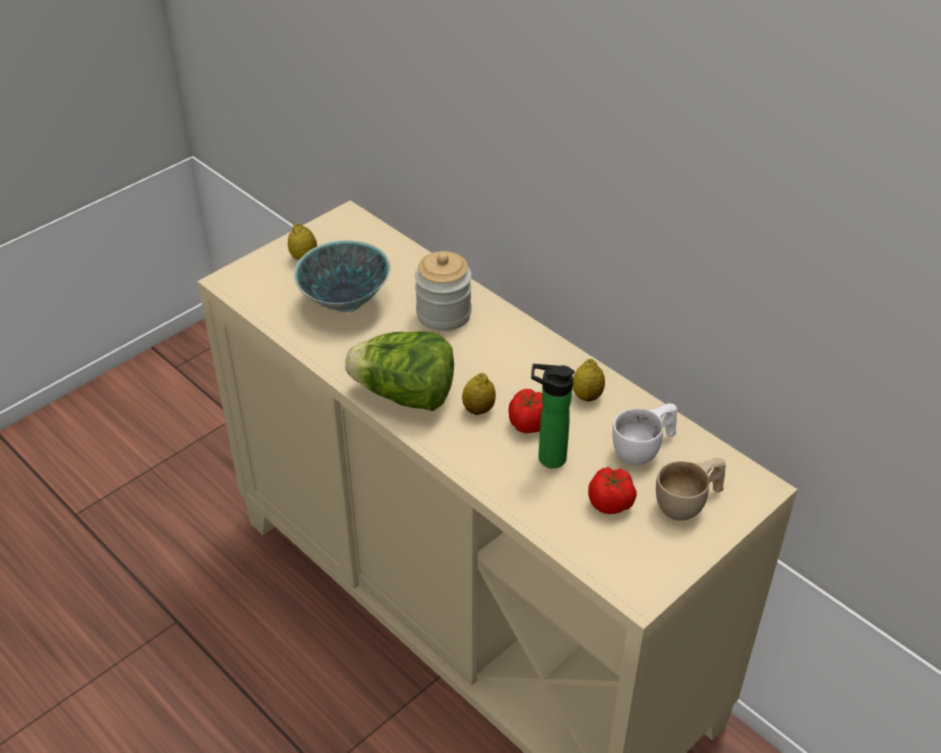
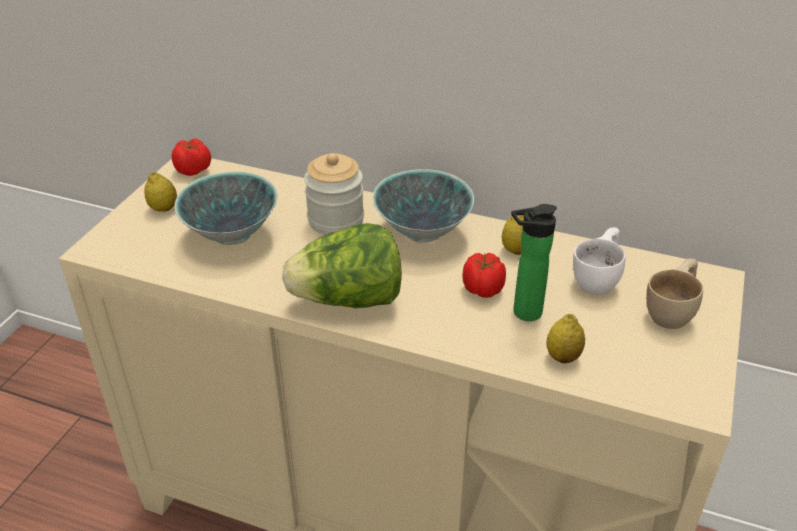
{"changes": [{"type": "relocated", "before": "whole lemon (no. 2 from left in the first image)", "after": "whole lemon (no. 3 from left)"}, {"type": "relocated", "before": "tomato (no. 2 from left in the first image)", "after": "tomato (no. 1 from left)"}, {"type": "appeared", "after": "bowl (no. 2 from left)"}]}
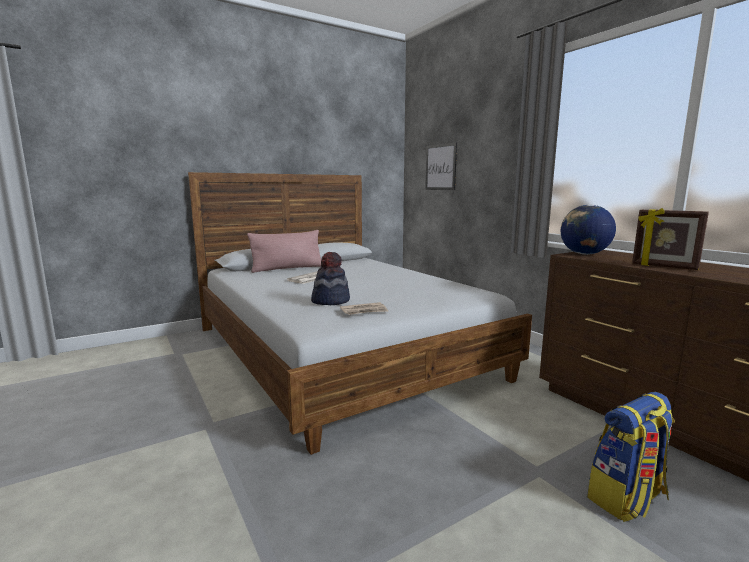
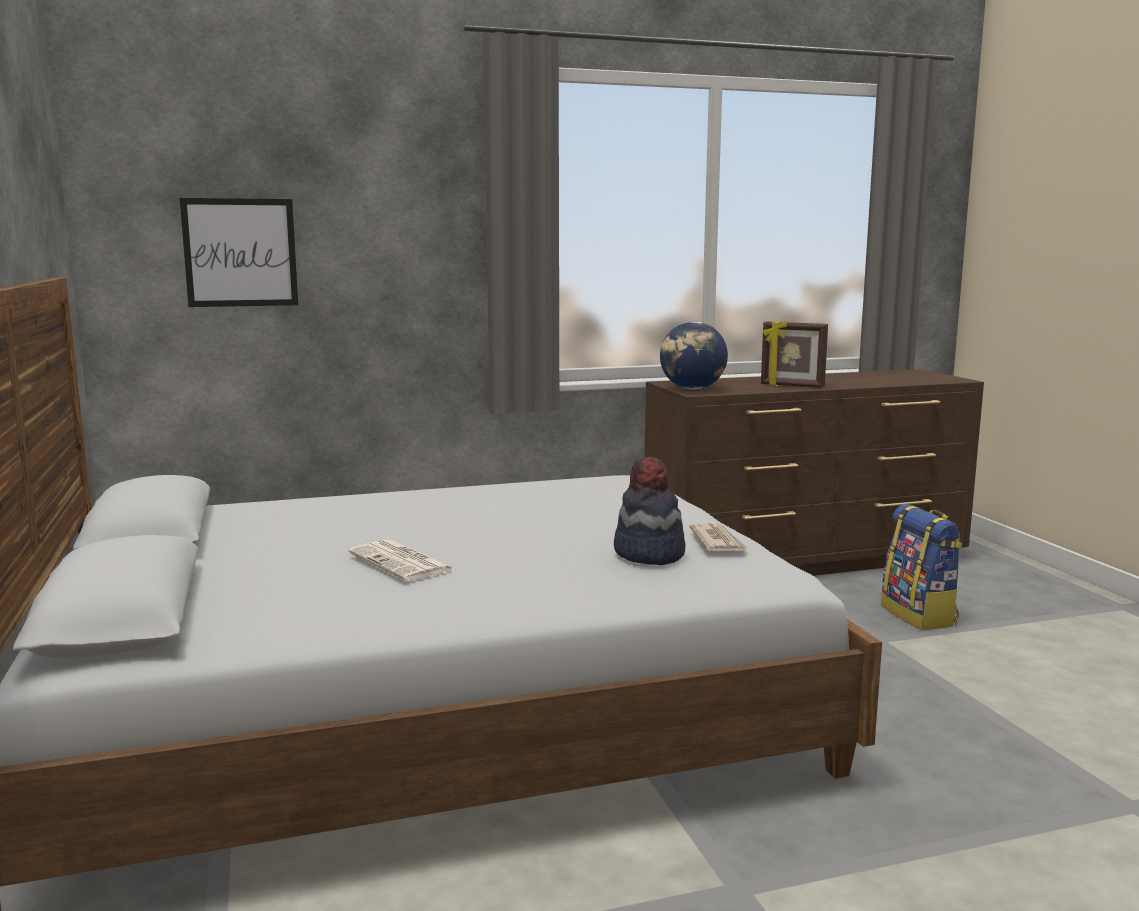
{"changes": [{"type": "missing", "before": "pillow/pink"}, {"type": "spun", "before": "photo frame", "turn": 60}]}
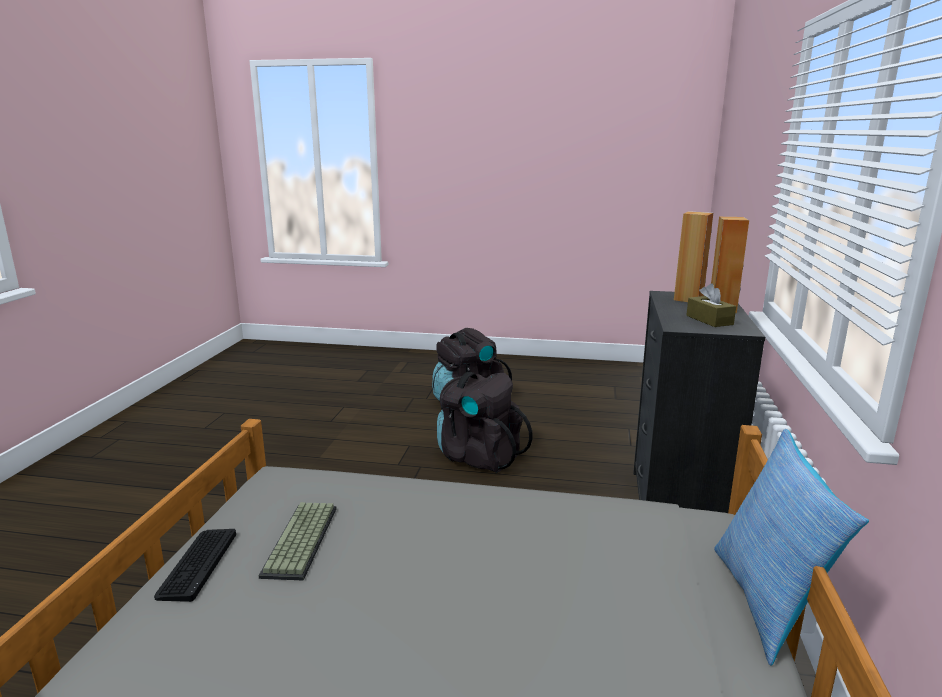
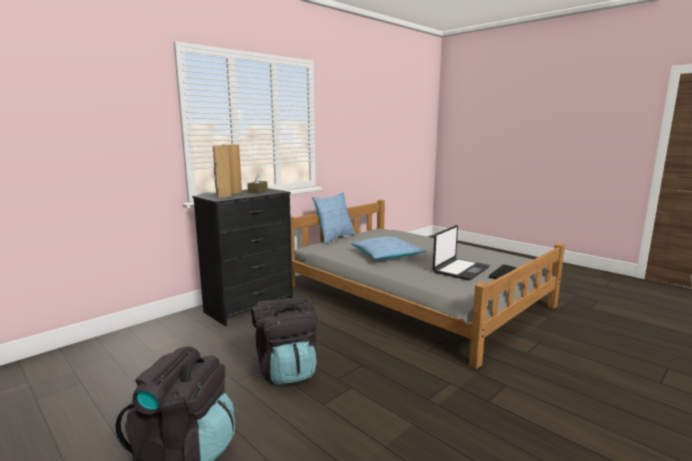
{"changes": [{"type": "exchanged", "before": "PC keyboard (no. 2 from left)", "after": "notebook computer"}, {"type": "appeared", "after": "pillow (no. 2 from left)"}]}
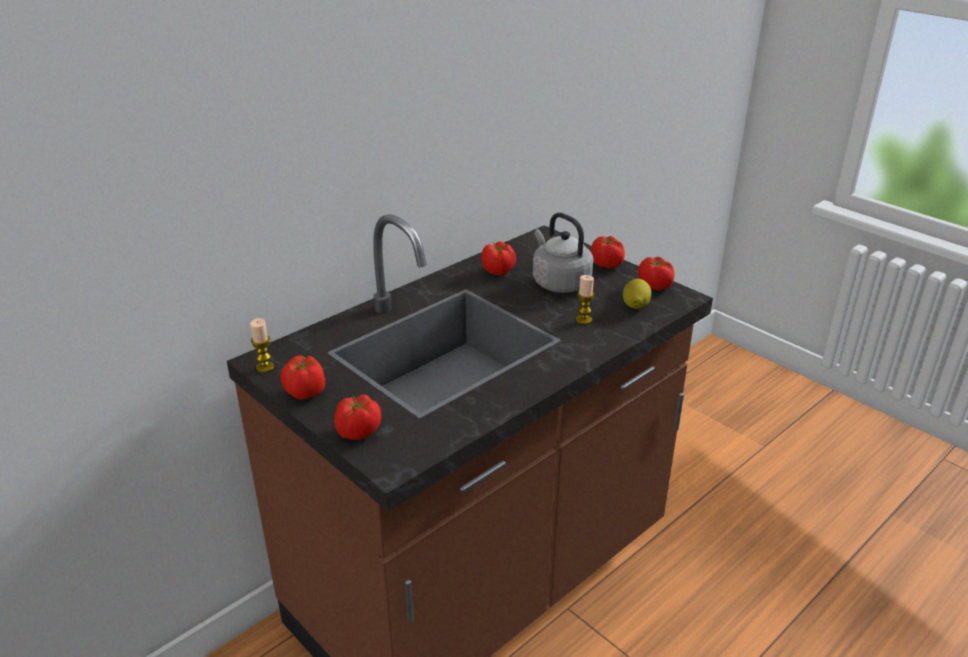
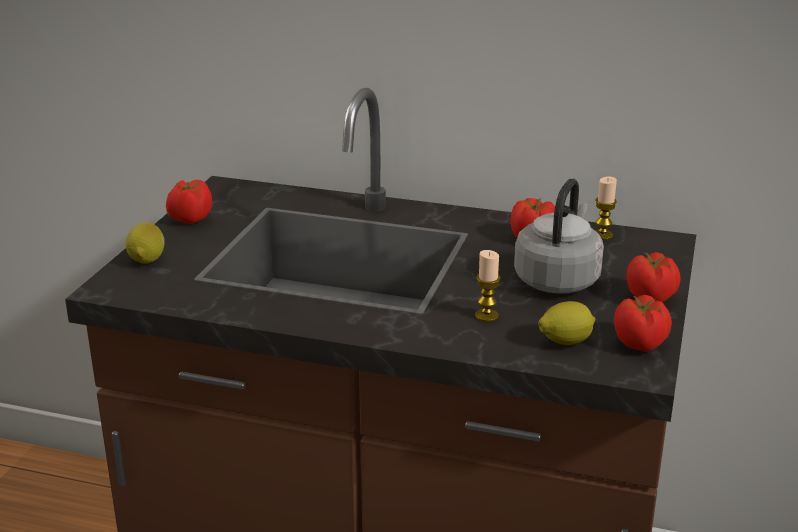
{"changes": [{"type": "relocated", "before": "wax candle (no. 1 from left in the first image)", "after": "wax candle (no. 2 from left)"}, {"type": "exchanged", "before": "tomato (no. 2 from left)", "after": "whole lemon (no. 1 from left)"}]}
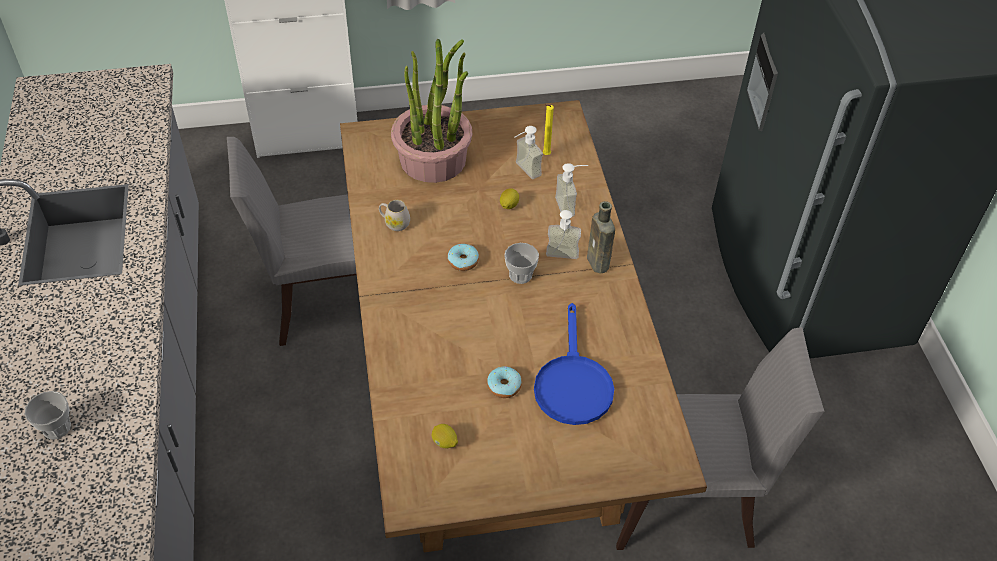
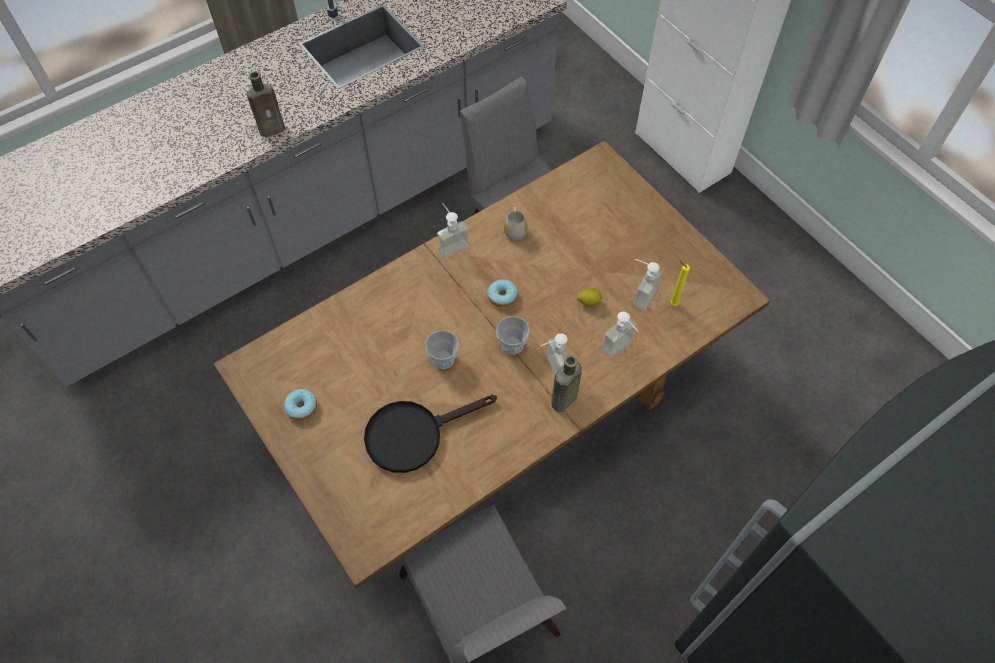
{"changes": [{"type": "relocated", "before": "cup (no. 1 from left)"}, {"type": "missing", "before": "potted plant"}, {"type": "missing", "before": "whole lemon (no. 1 from left)"}, {"type": "relocated", "before": "donut (no. 2 from left in the first image)", "after": "donut (no. 1 from left)"}, {"type": "colour", "before": "pan/blue-coloured", "after": "pan/black"}, {"type": "appeared", "after": "drink bottle/brown-coloured (no. 1 from left)"}, {"type": "appeared", "after": "liquid soap bottle (no. 1 from left)"}]}
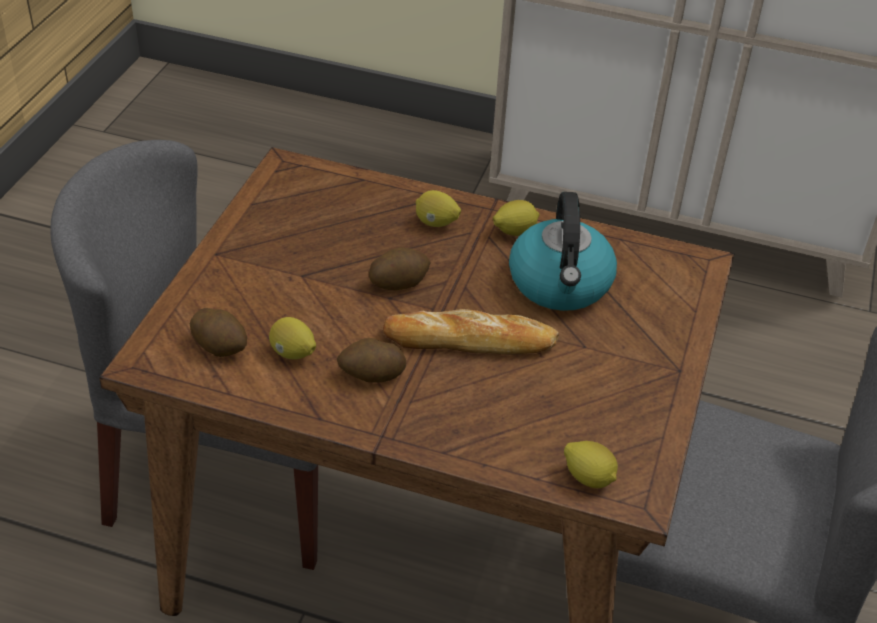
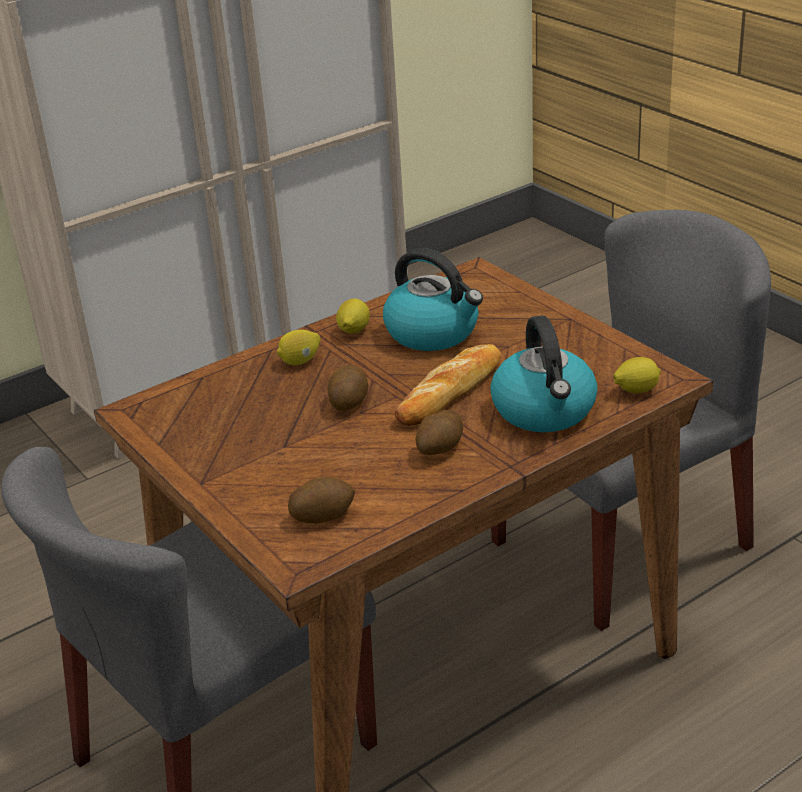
{"changes": [{"type": "missing", "before": "whole lemon (no. 1 from left)"}, {"type": "appeared", "after": "kettle (no. 2 from left)"}]}
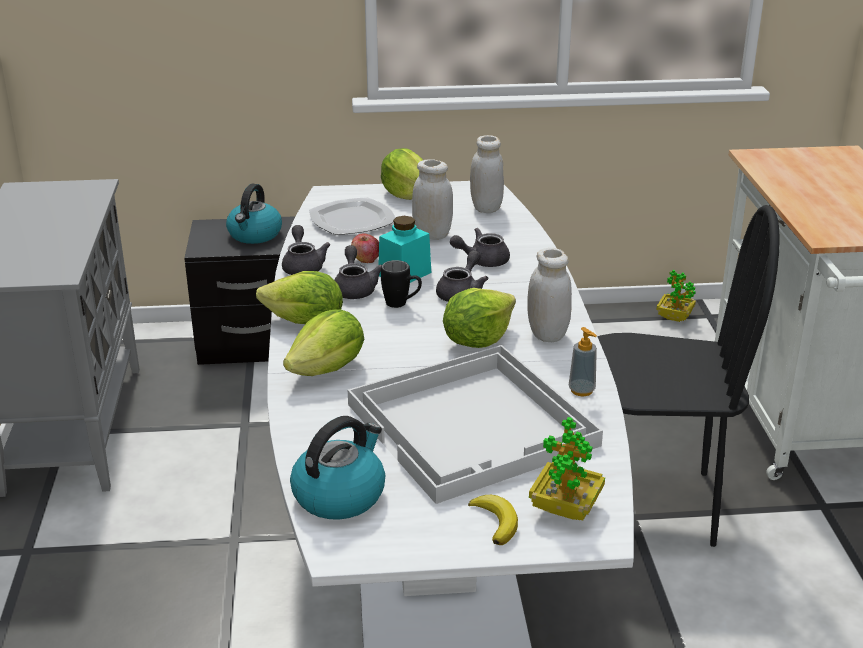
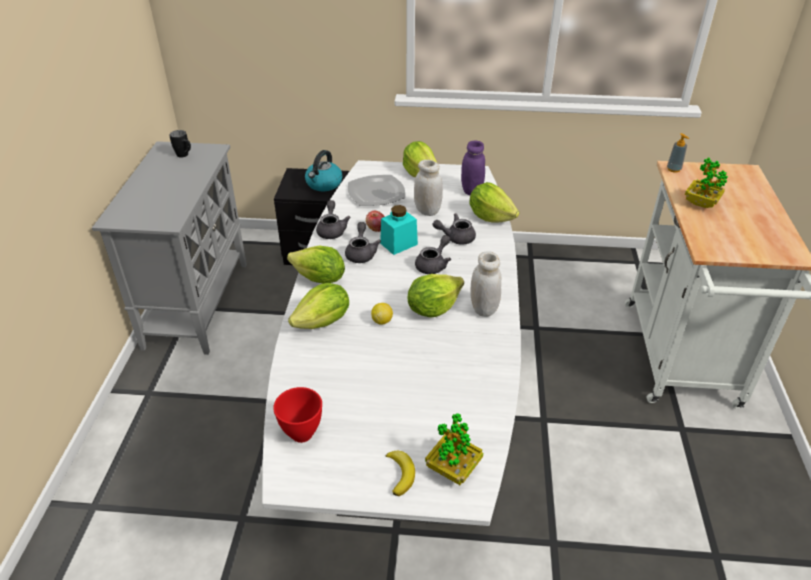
{"changes": [{"type": "exchanged", "before": "kettle (no. 2 from left)", "after": "bowl/red"}, {"type": "missing", "before": "serving tray/white"}, {"type": "relocated", "before": "tea mug/black"}, {"type": "colour", "before": "storage jar/white (no. 2 from left)", "after": "storage jar/purple-coloured"}, {"type": "relocated", "before": "liquid soap bottle"}, {"type": "missing", "before": "upright chair/black"}, {"type": "relocated", "before": "potted plant (no. 2 from left)"}, {"type": "appeared", "after": "whole lemon"}, {"type": "appeared", "after": "lettuce (no. 5 from left)"}]}
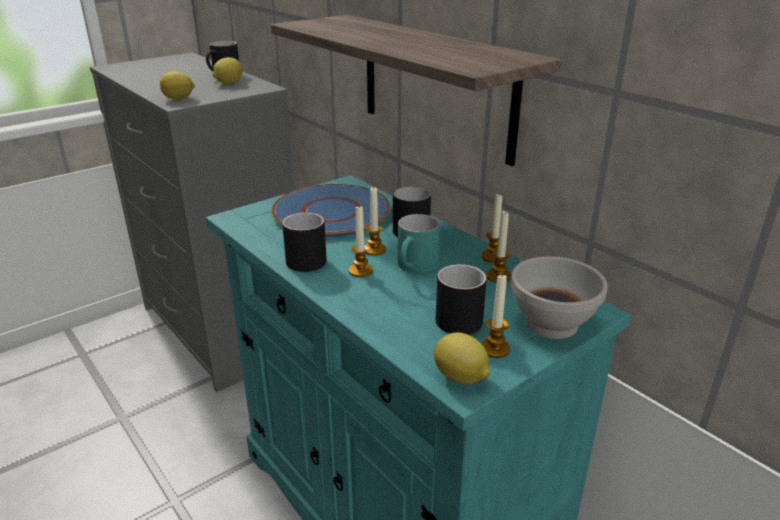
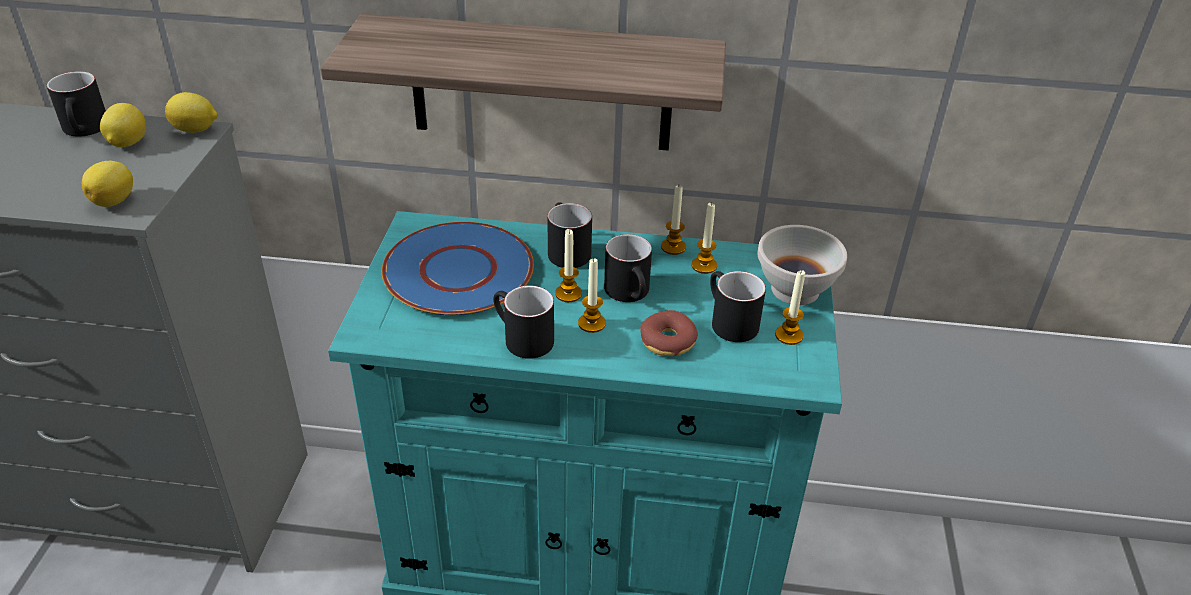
{"changes": [{"type": "colour", "before": "tea mug/turquoise-coloured", "after": "tea mug/black (no. 4 from left)"}, {"type": "relocated", "before": "whole lemon (no. 3 from left)"}, {"type": "appeared", "after": "donut"}]}
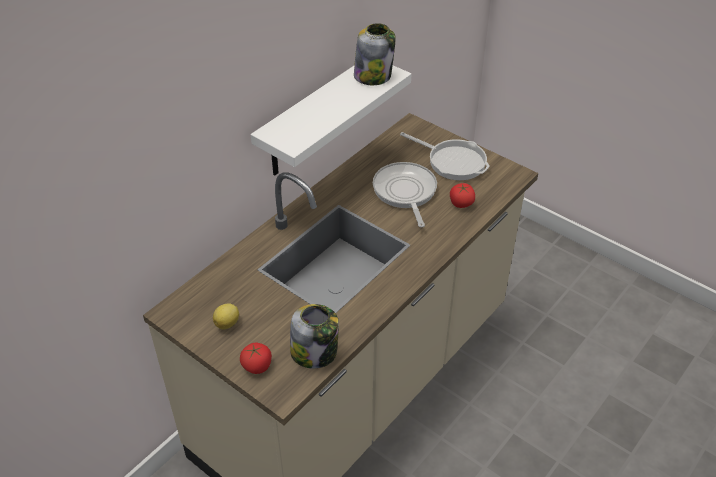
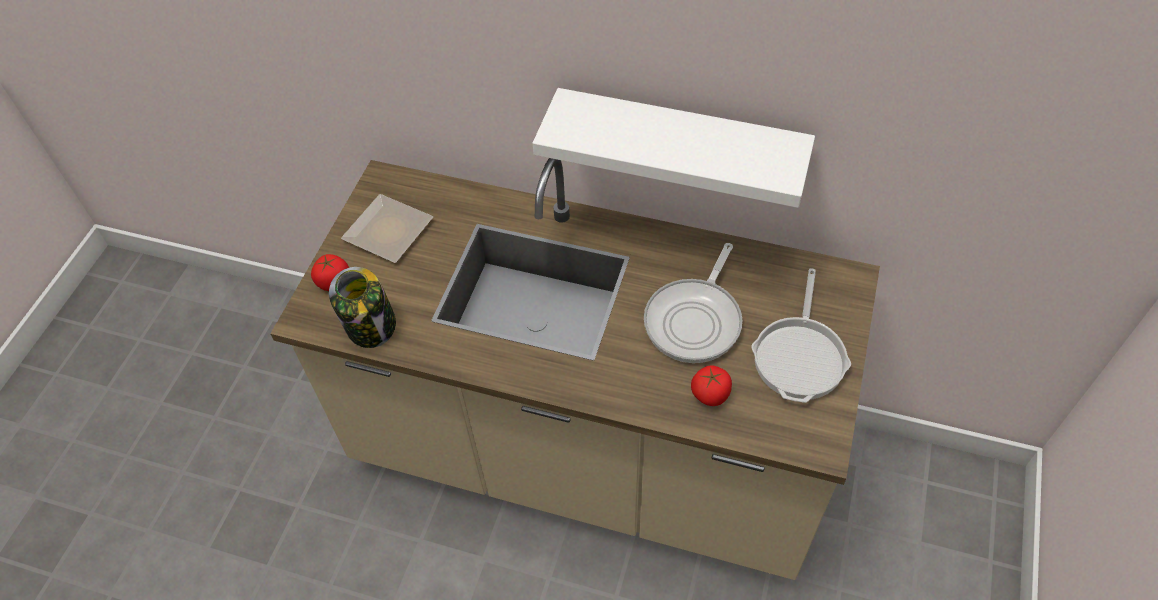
{"changes": [{"type": "exchanged", "before": "whole lemon", "after": "plate"}, {"type": "missing", "before": "storage jar (no. 2 from left)"}, {"type": "spun", "before": "pan (no. 1 from left)", "turn": 150}]}
